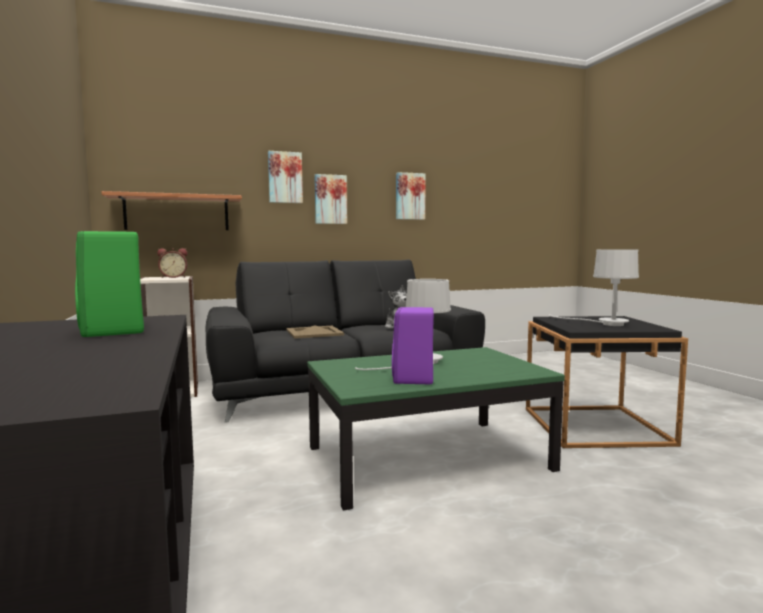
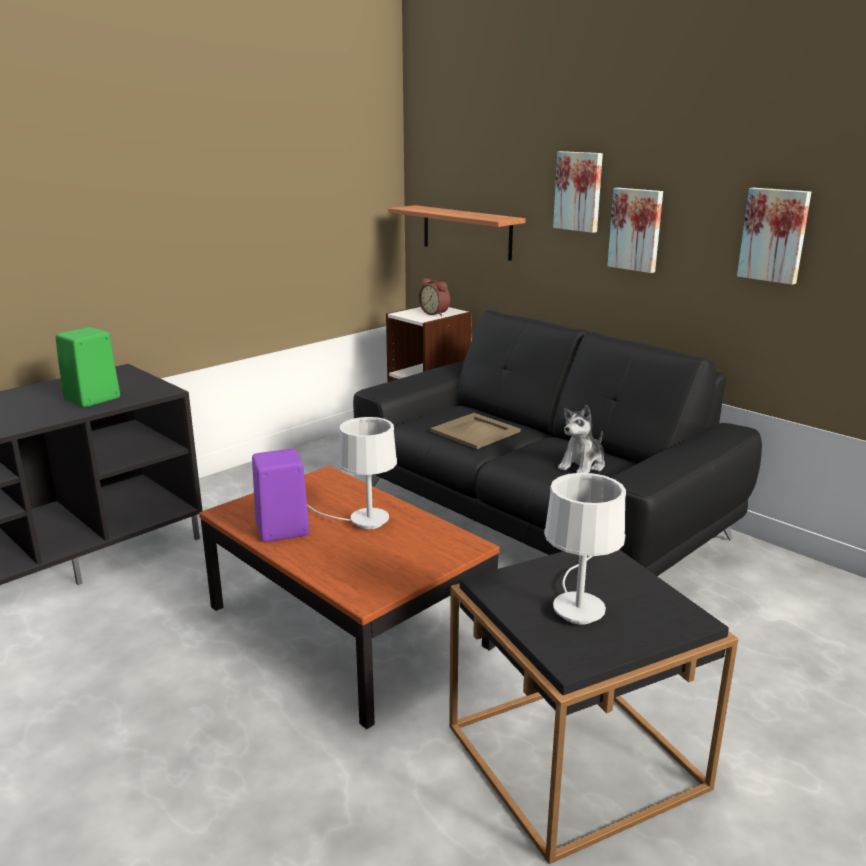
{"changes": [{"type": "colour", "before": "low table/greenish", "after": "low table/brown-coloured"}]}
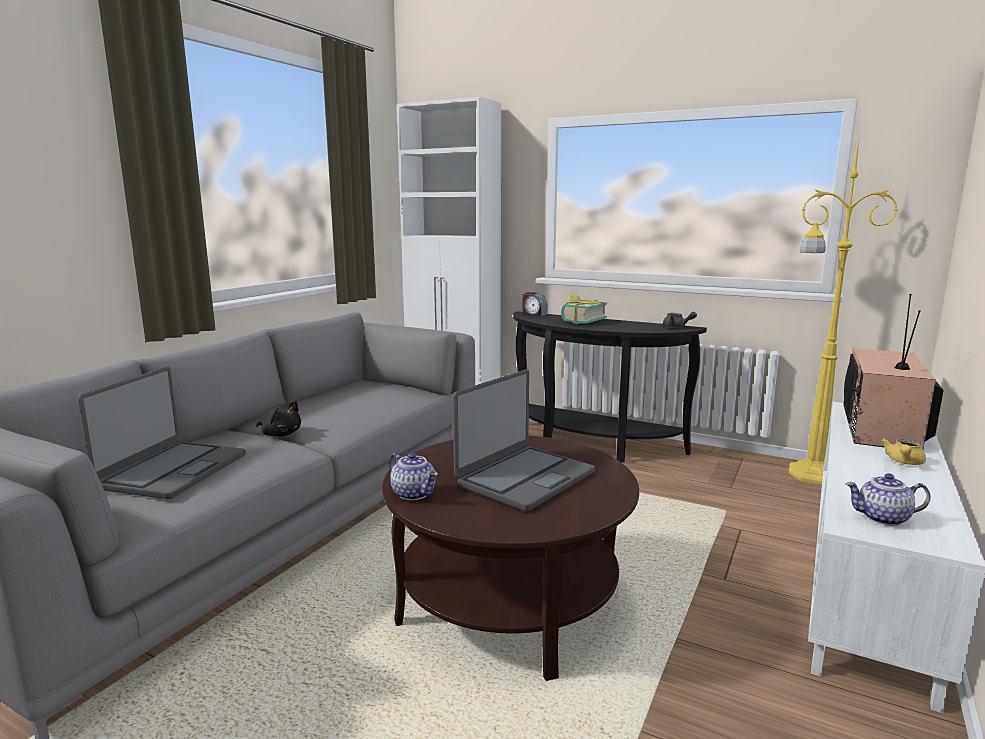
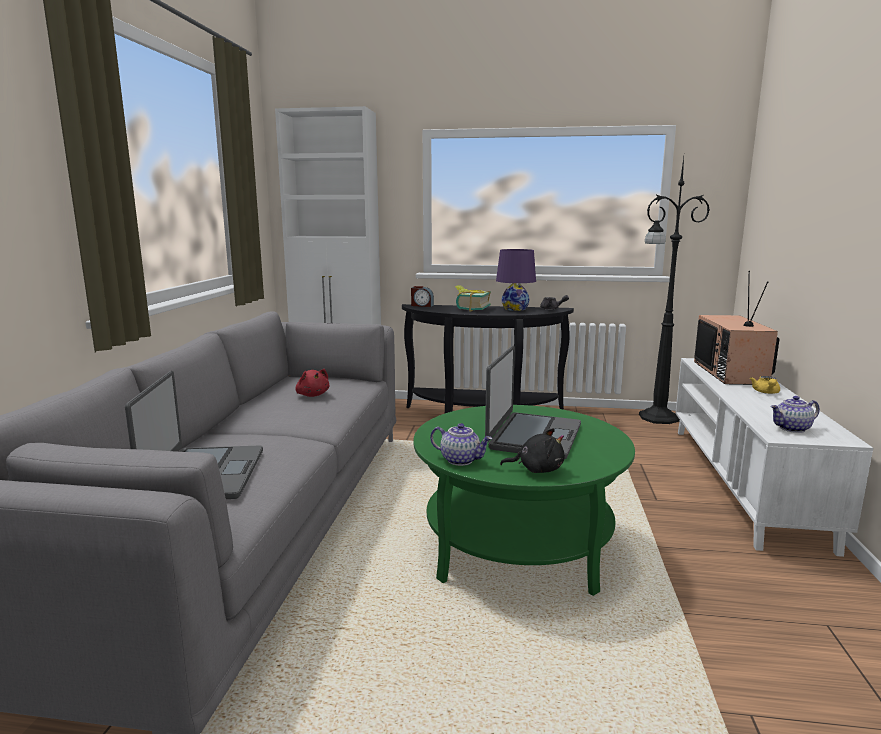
{"changes": [{"type": "relocated", "before": "plush toy/black"}, {"type": "colour", "before": "low table/brown-coloured", "after": "low table/greenish"}, {"type": "colour", "before": "standing lamp/yellowish", "after": "standing lamp/black"}, {"type": "appeared", "after": "plush toy/red"}, {"type": "appeared", "after": "table lamp/purple-coloured"}]}
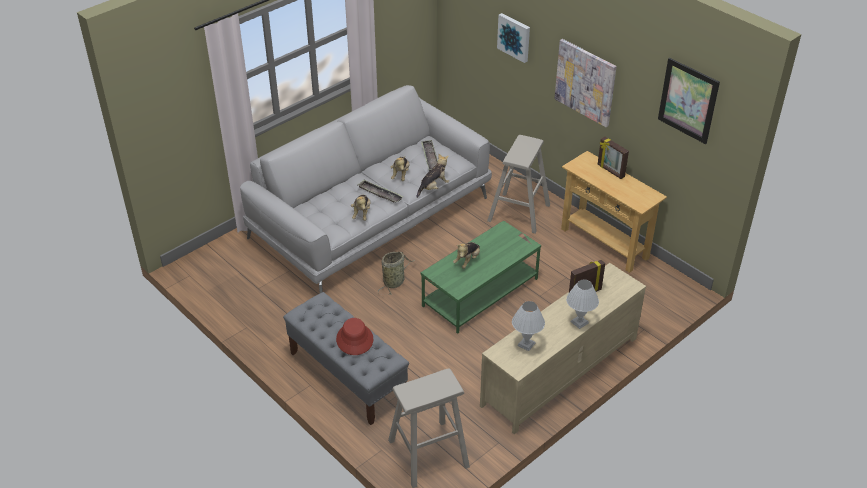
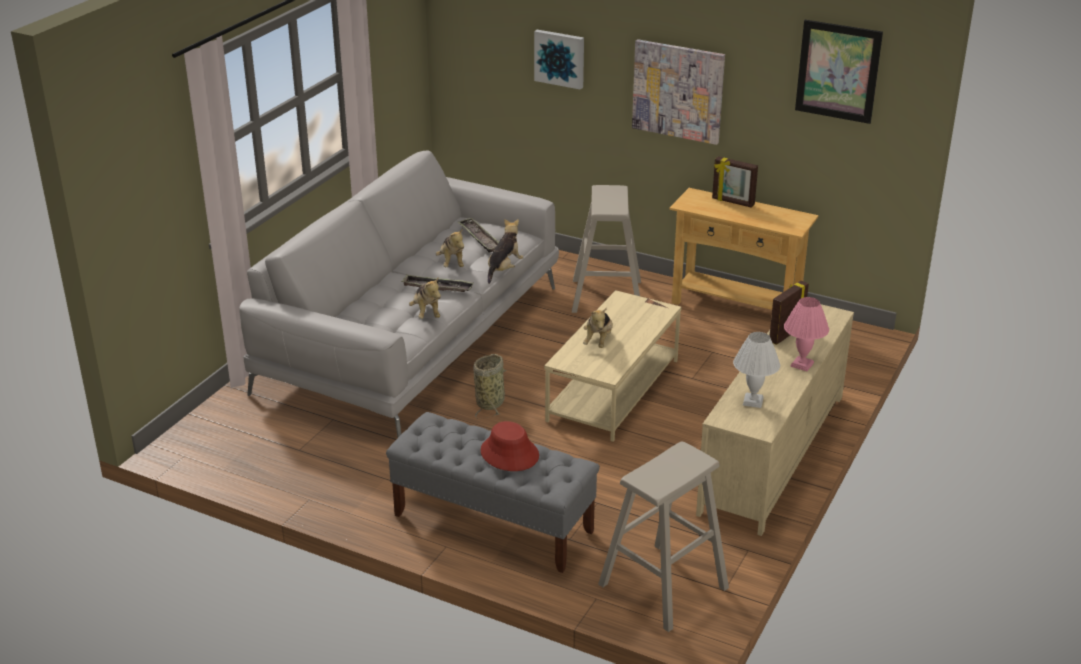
{"changes": [{"type": "colour", "before": "low table/greenish", "after": "low table/sand-coloured"}, {"type": "colour", "before": "table lamp/white (no. 2 from left)", "after": "table lamp/pink"}]}
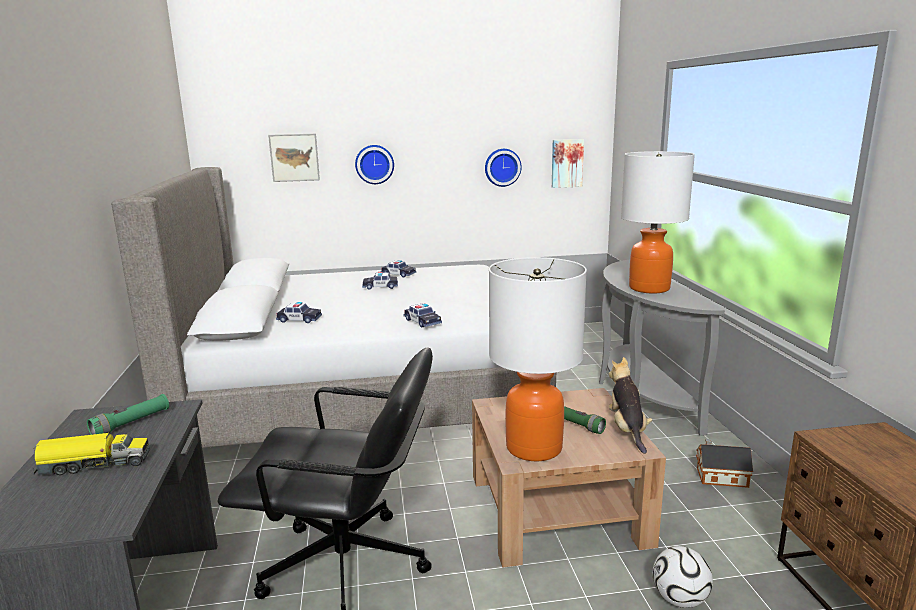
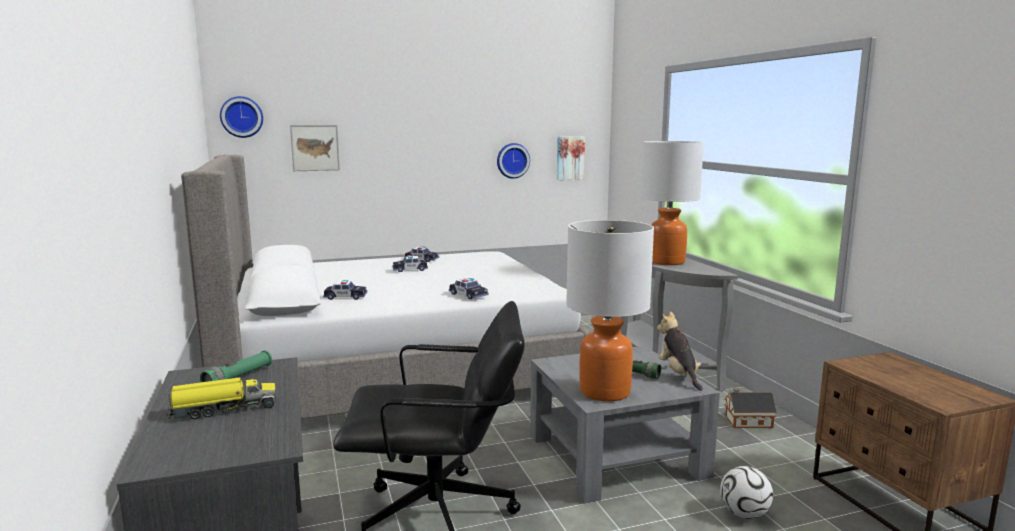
{"changes": [{"type": "relocated", "before": "clock on the wall (no. 1 from left)"}, {"type": "colour", "before": "low table/brown-coloured", "after": "low table/grey"}]}
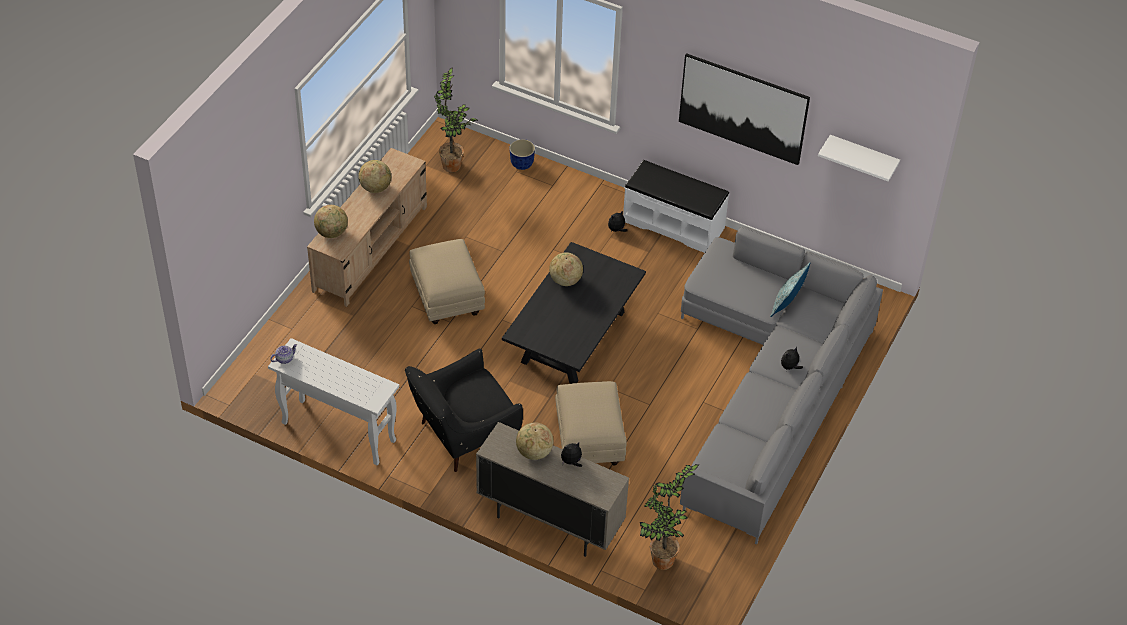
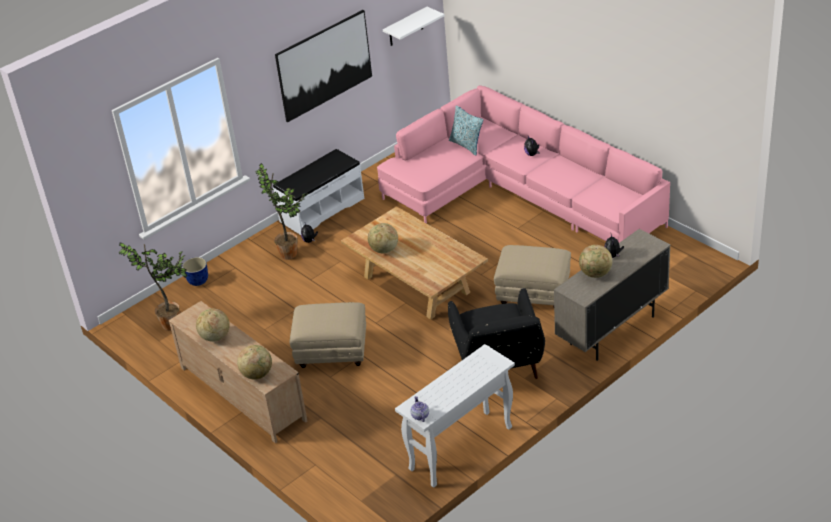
{"changes": [{"type": "colour", "before": "low table/black", "after": "low table/sand-coloured"}, {"type": "relocated", "before": "potted plant (no. 2 from left)"}, {"type": "colour", "before": "sofa/grey", "after": "sofa/pink"}]}
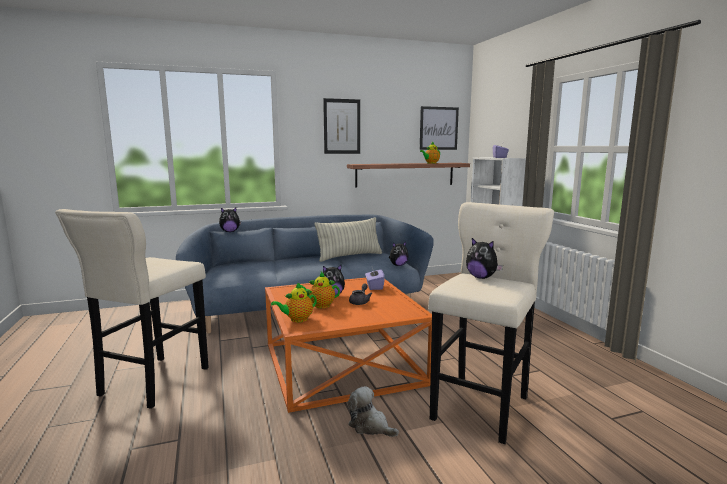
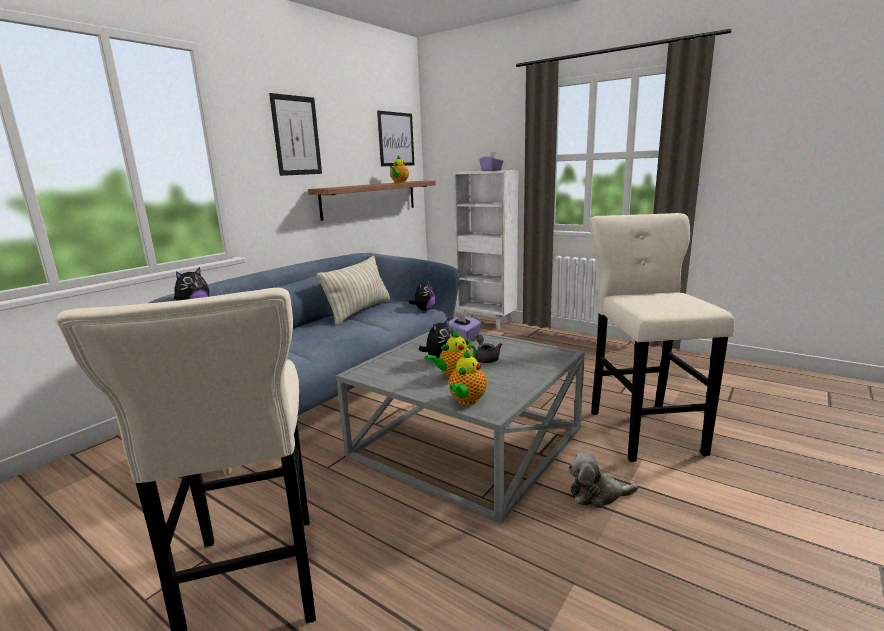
{"changes": [{"type": "colour", "before": "low table/orange-coloured", "after": "low table/grey"}, {"type": "missing", "before": "plush toy (no. 5 from left)"}]}
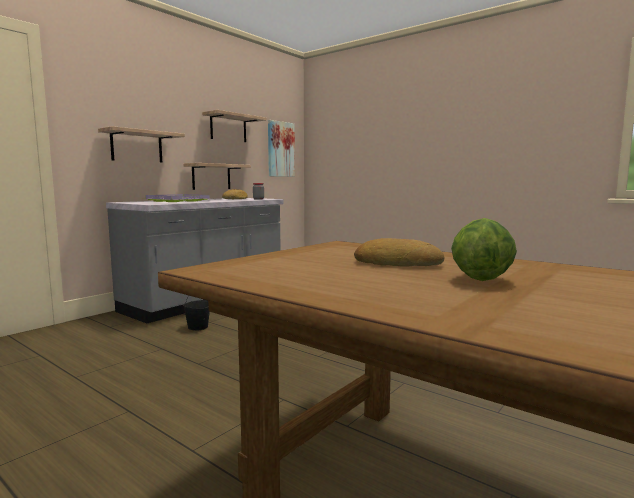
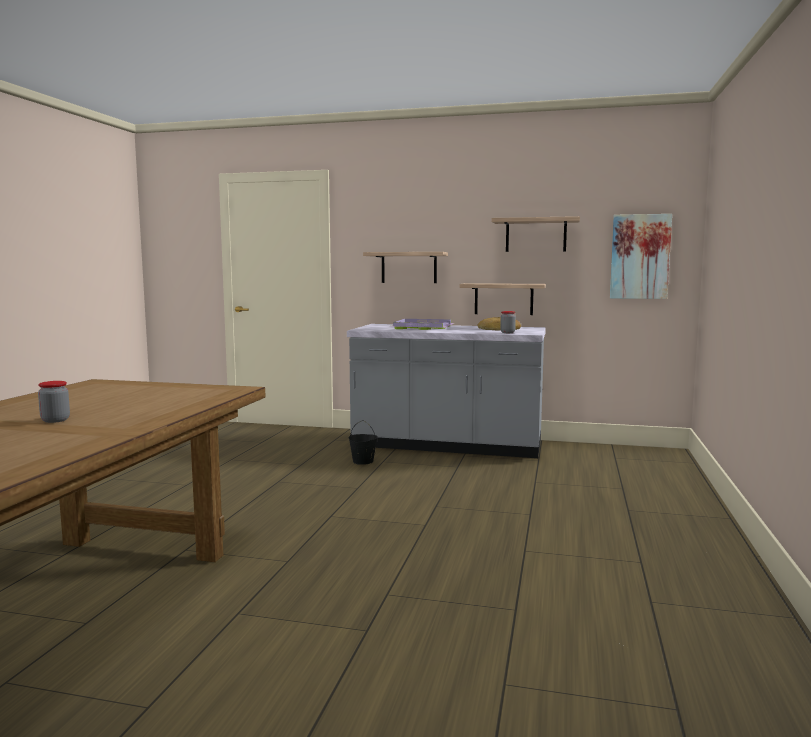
{"changes": [{"type": "missing", "before": "bread (no. 2 from left)"}, {"type": "exchanged", "before": "lettuce", "after": "storage jar (no. 1 from left)"}]}
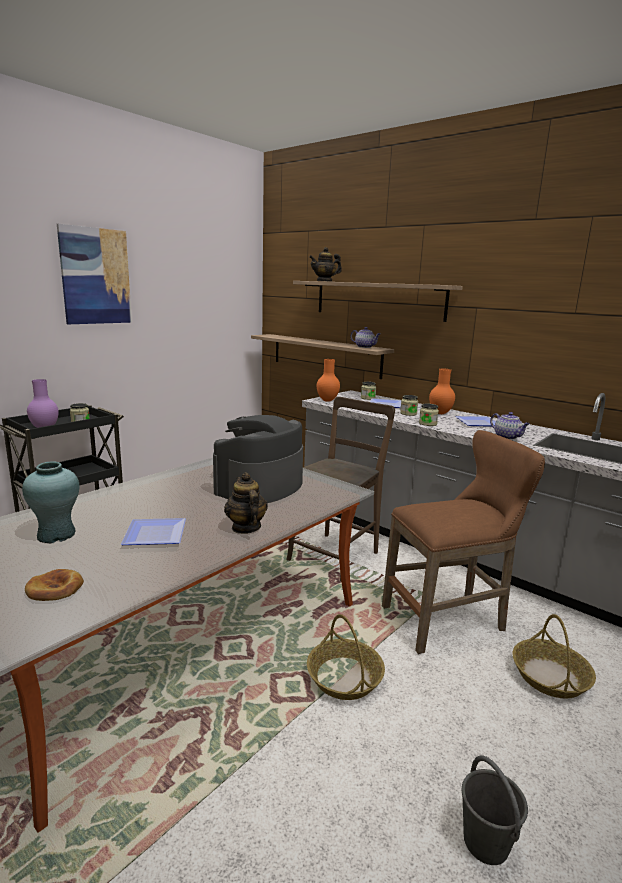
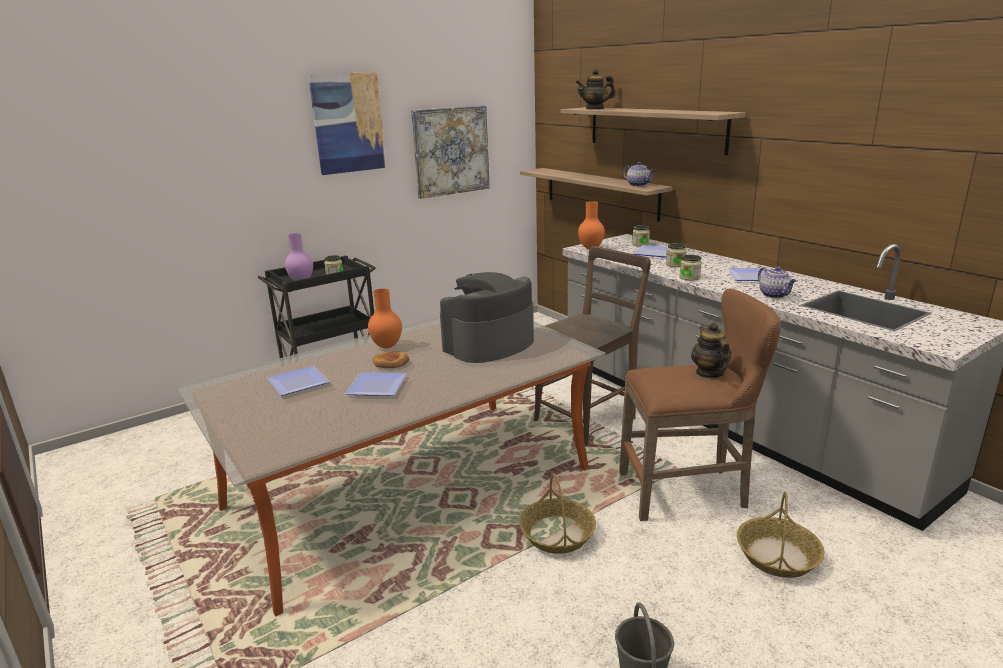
{"changes": [{"type": "exchanged", "before": "decorative vase/turquoise-coloured", "after": "plate (no. 1 from left)"}, {"type": "relocated", "before": "bread"}, {"type": "relocated", "before": "tea pot (no. 1 from left in the first image)", "after": "tea pot (no. 3 from left)"}, {"type": "relocated", "before": "decorative vase/orange-coloured (no. 2 from left in the first image)", "after": "decorative vase/orange-coloured (no. 1 from left)"}, {"type": "appeared", "after": "picture (no. 2 from left)"}]}
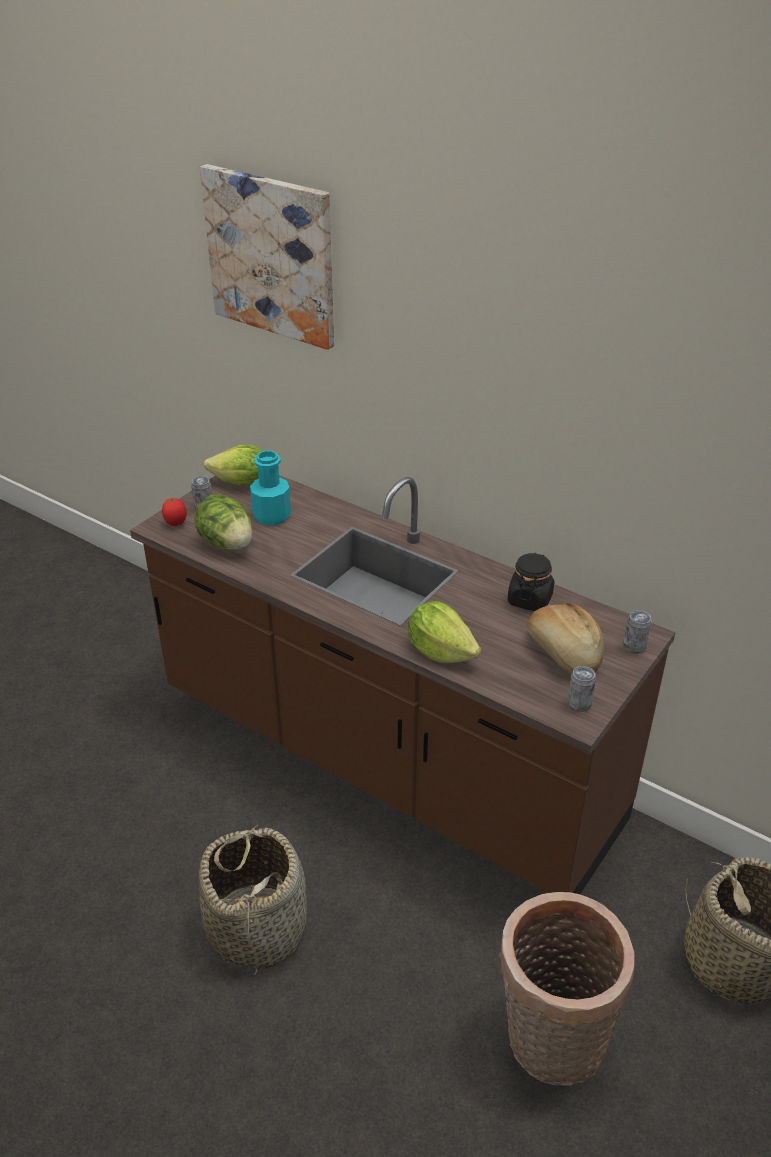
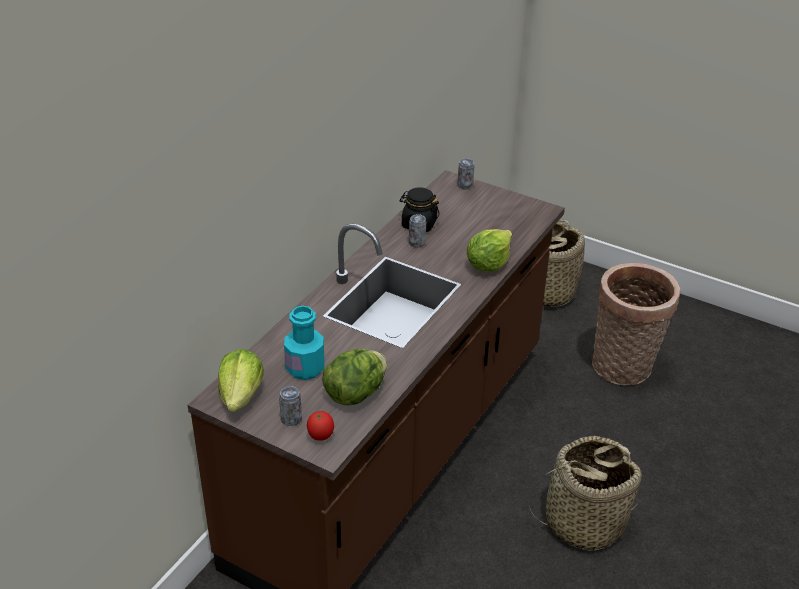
{"changes": [{"type": "missing", "before": "picture"}, {"type": "missing", "before": "bread"}, {"type": "relocated", "before": "can (no. 2 from left)"}]}
